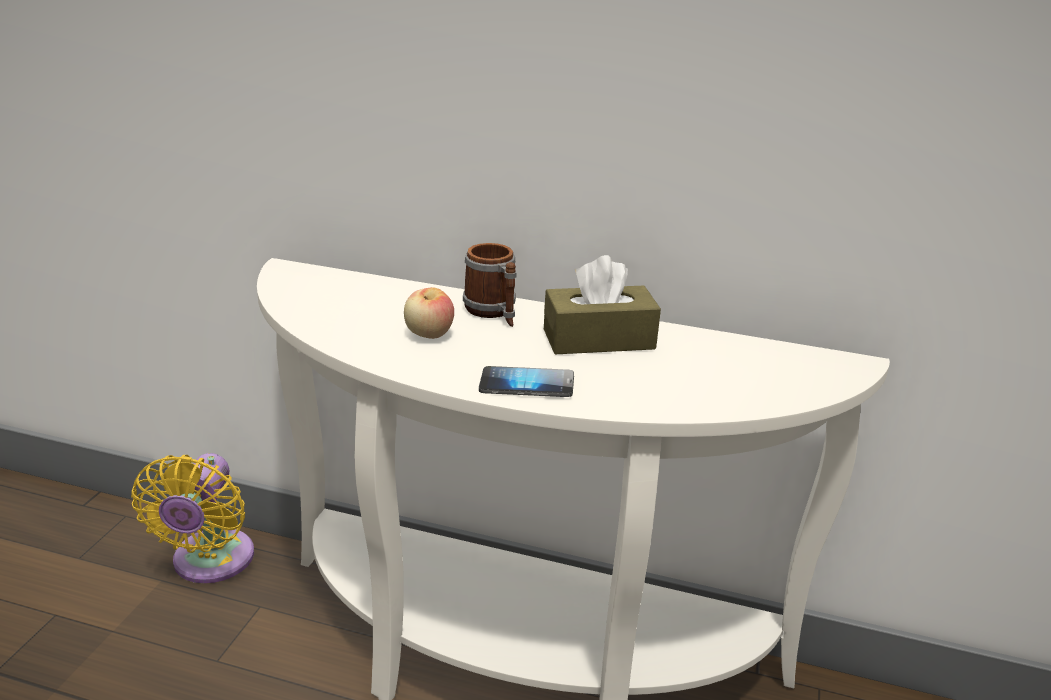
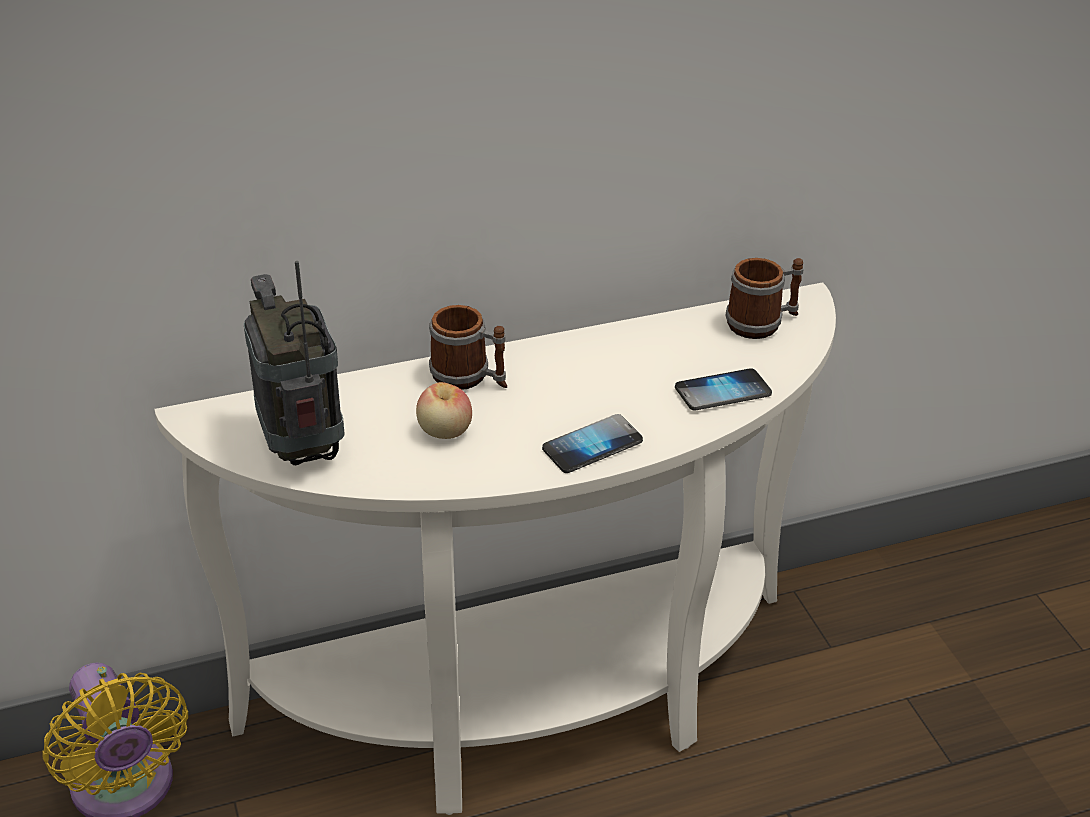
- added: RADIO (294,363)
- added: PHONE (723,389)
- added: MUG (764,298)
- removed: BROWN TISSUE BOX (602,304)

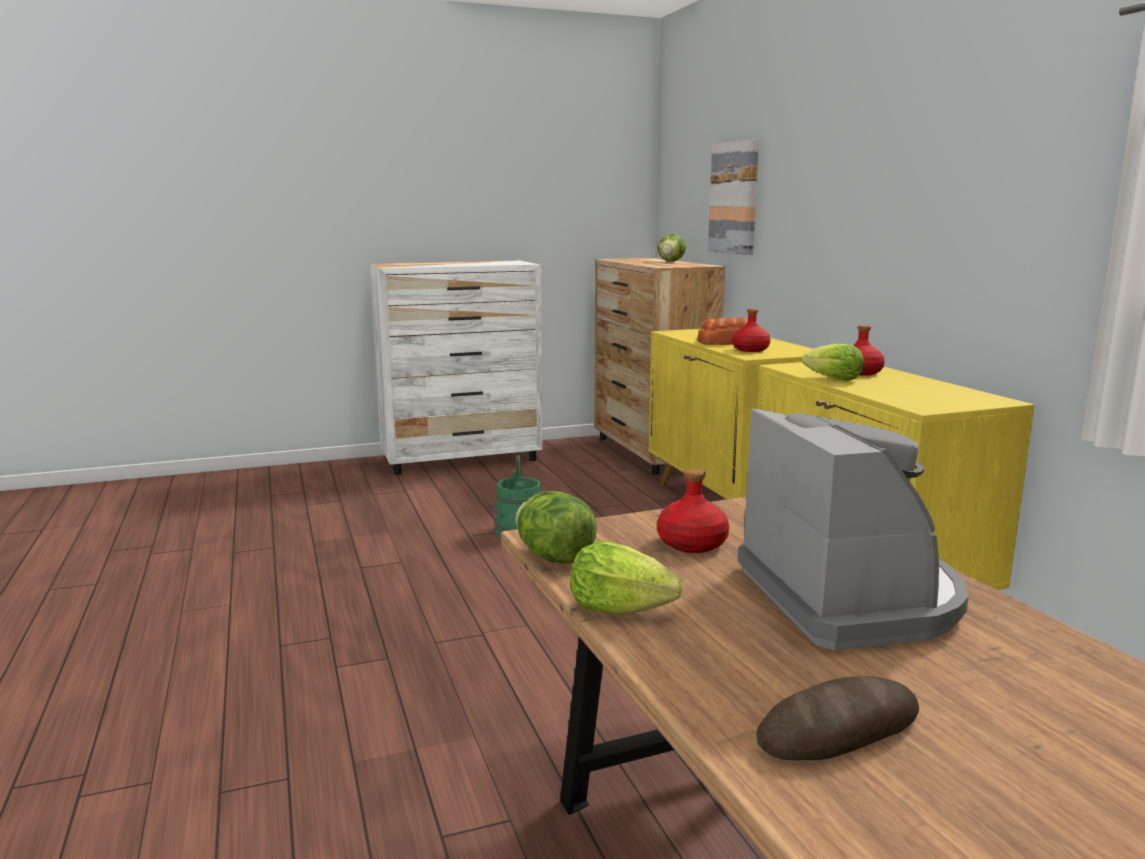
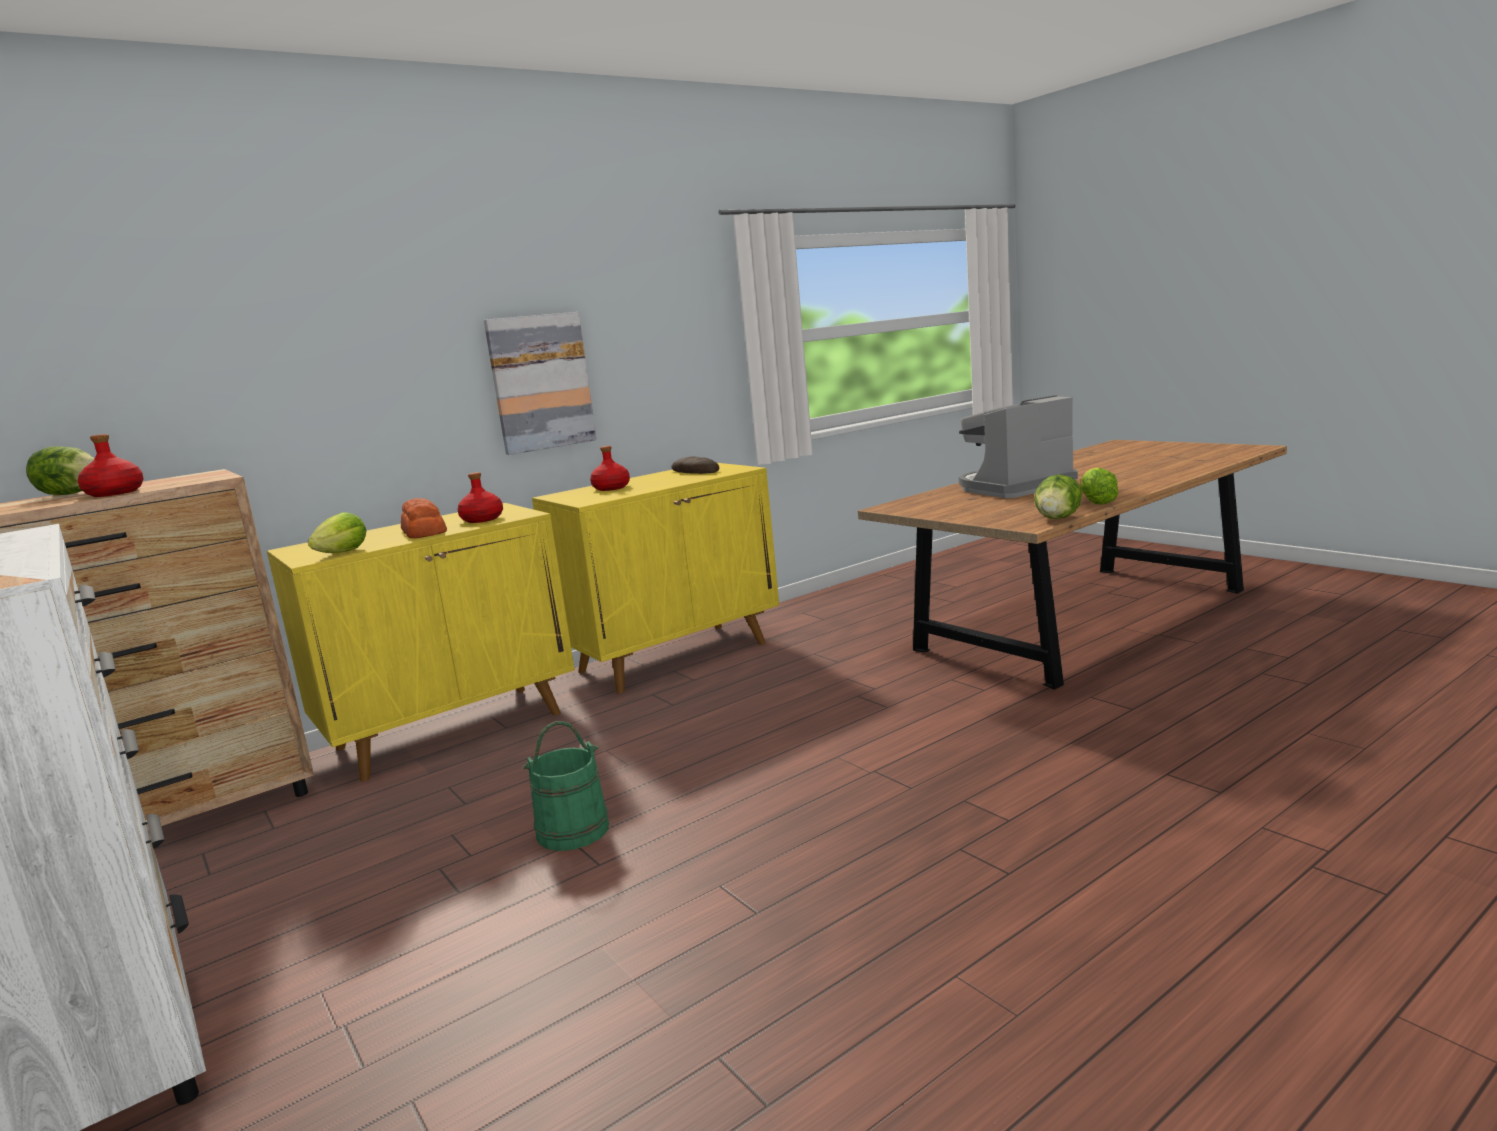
- moved: RED BOTTLE (693,510) to (111,465)
- moved: LETTUCE (833,362) to (337,532)
- moved: PICTURE (733,197) to (540,383)
- moved: BREAD (837,718) to (695,465)

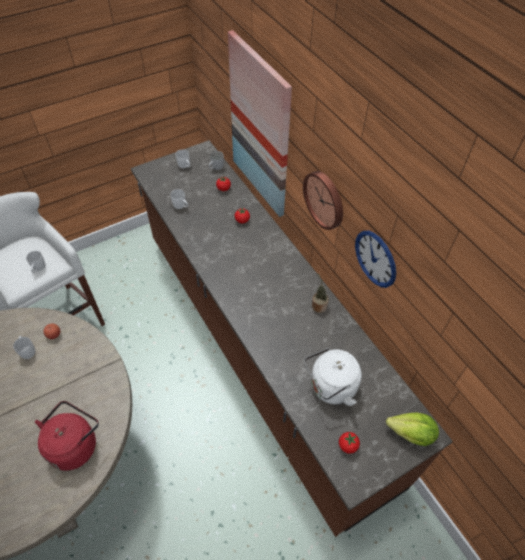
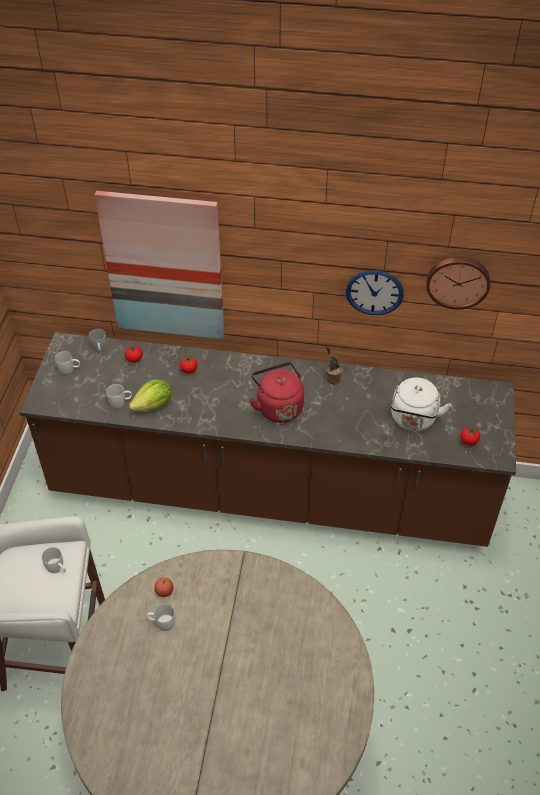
- moved: LETTUCE (412,429) to (150,395)
- moved: RED KETTLE (67,436) to (276,392)
- moved: WALL CLOCK (323,200) to (458,283)

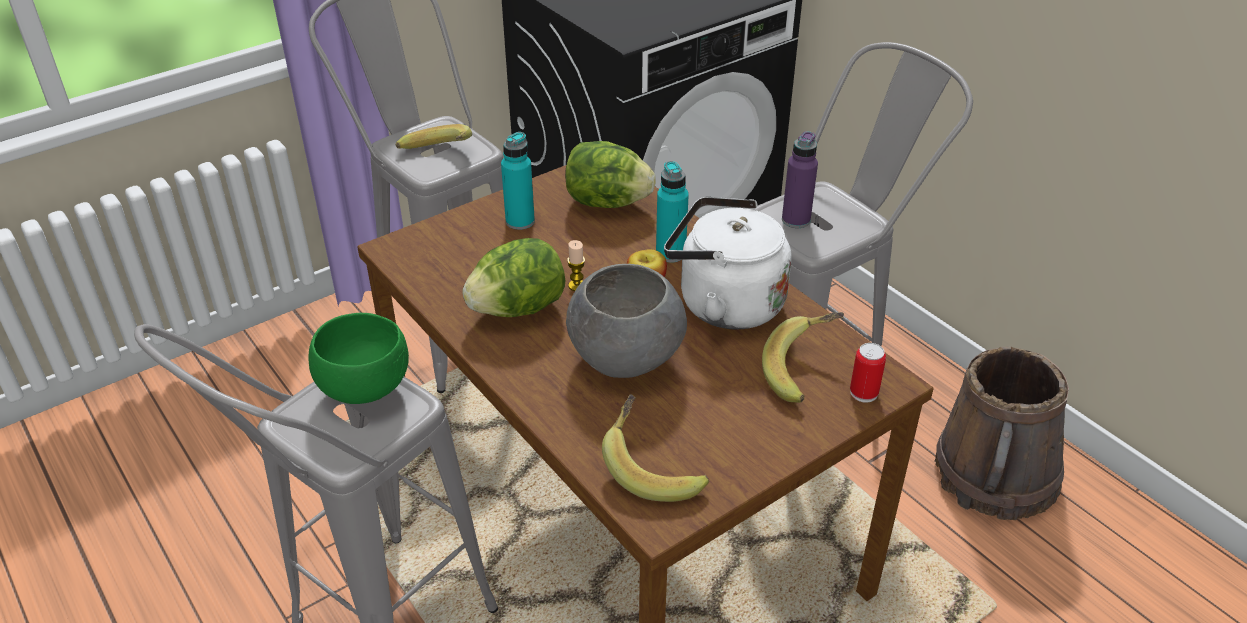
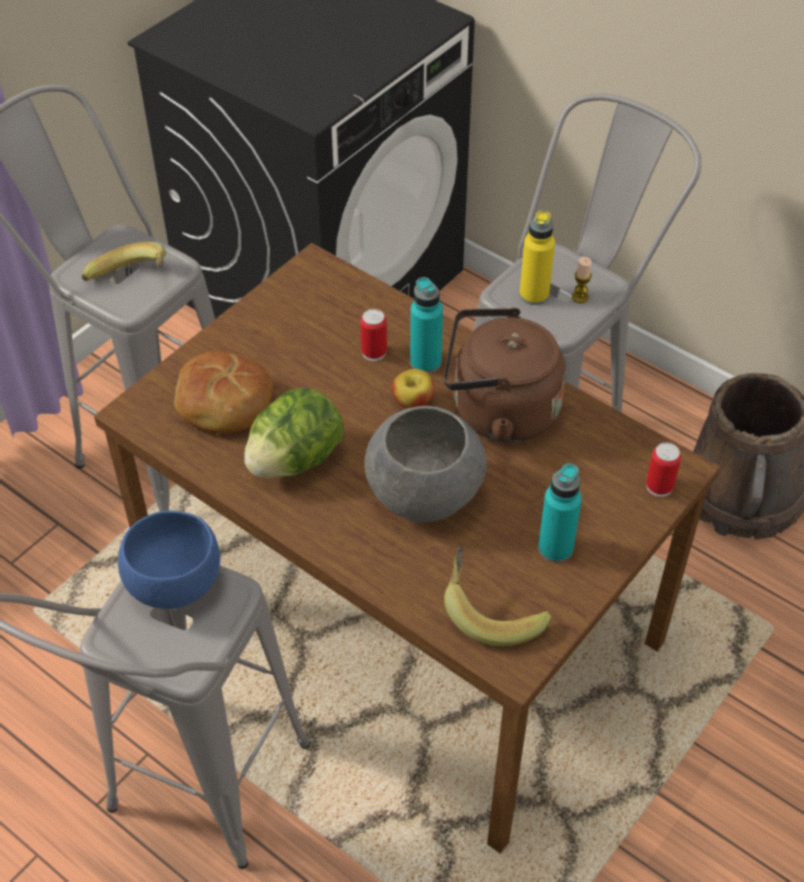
- recoloured: GREEN BOWL (358,358) to BLUE BOWL (169,559)
- added: BREAD (223,392)
- added: CAN (373,335)
- recoloured: WHITE KETTLE (728,263) to BROWN KETTLE (504,375)
- recoloured: PURPLE BOTTLE (800,179) to YELLOW BOTTLE (537,257)
- moved: TURQUOISE BOTTLE (518,181) to (560,512)
- moved: CANDLE (576,265) to (582,280)
- removed: LETTUCE (610,174)
- removed: BANANA (803,357)

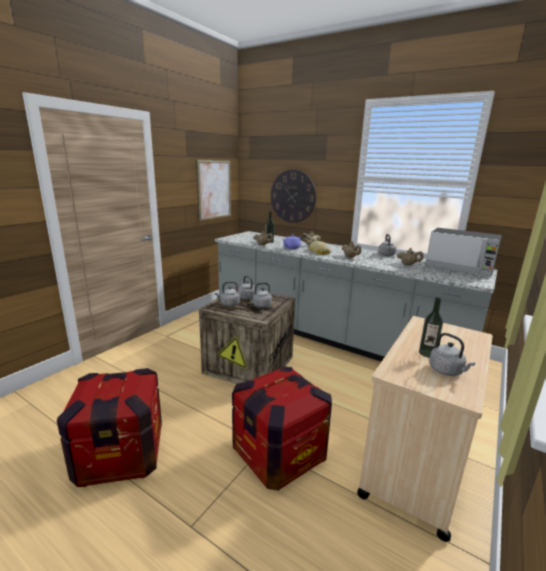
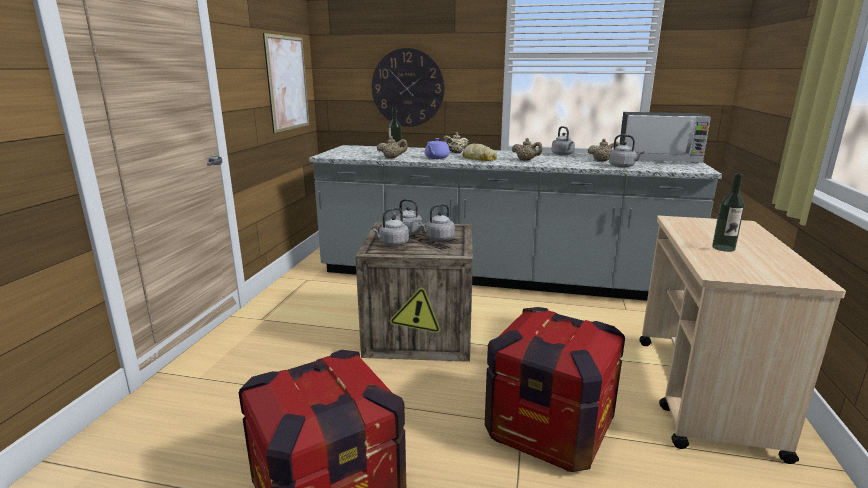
- moved: GREY KETTLE (452,354) to (626,151)

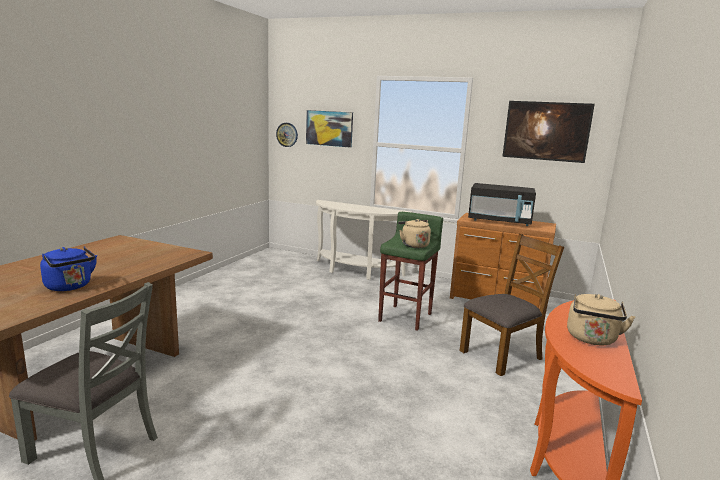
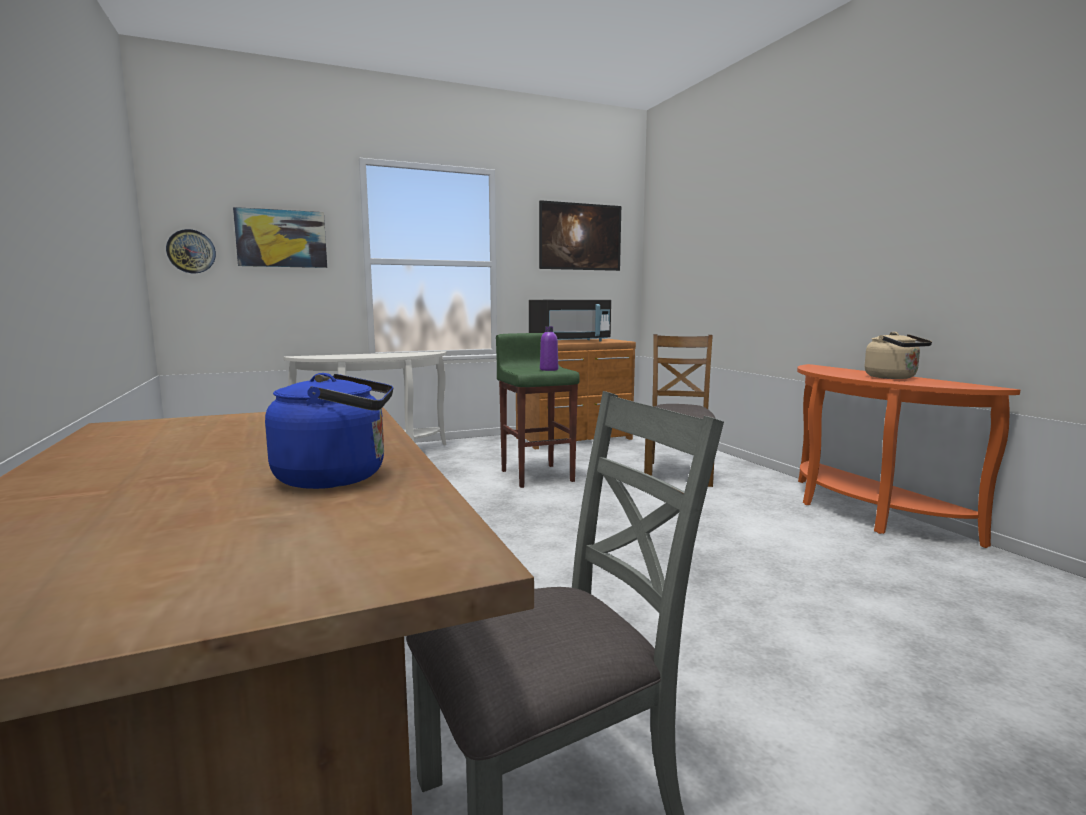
- replaced: BEIGE KETTLE (414,233) to PURPLE BOTTLE (549,348)

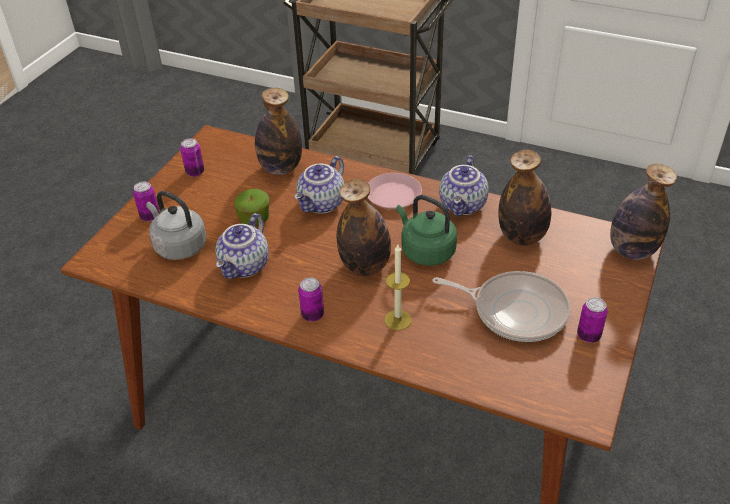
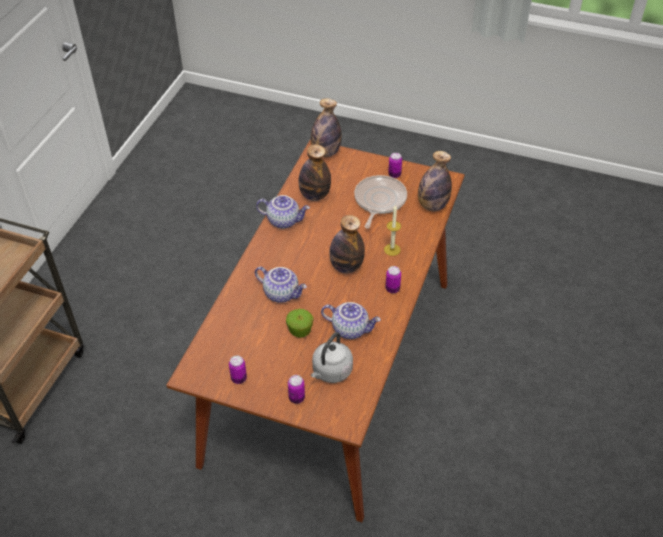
- moved: BOTTLE (278,131) to (435,181)
- removed: PINK PLATE (394,191)
- removed: GREEN KETTLE (426,230)

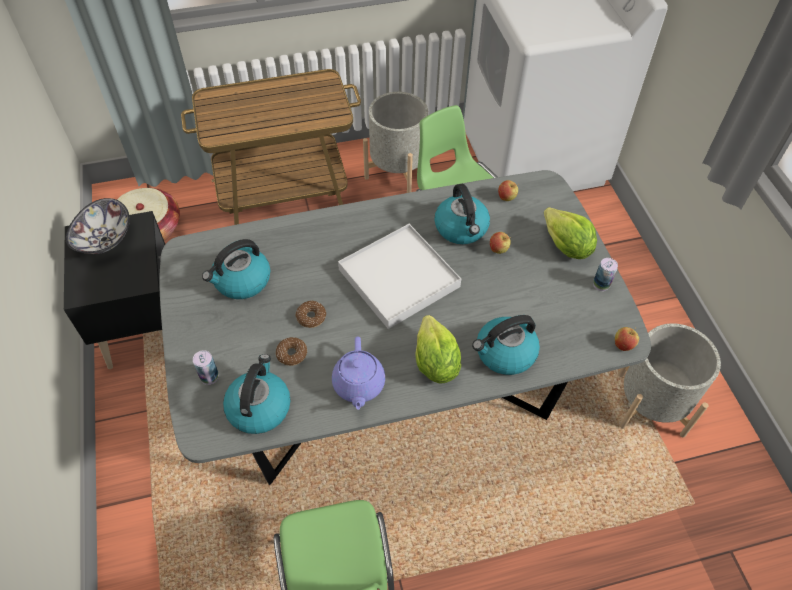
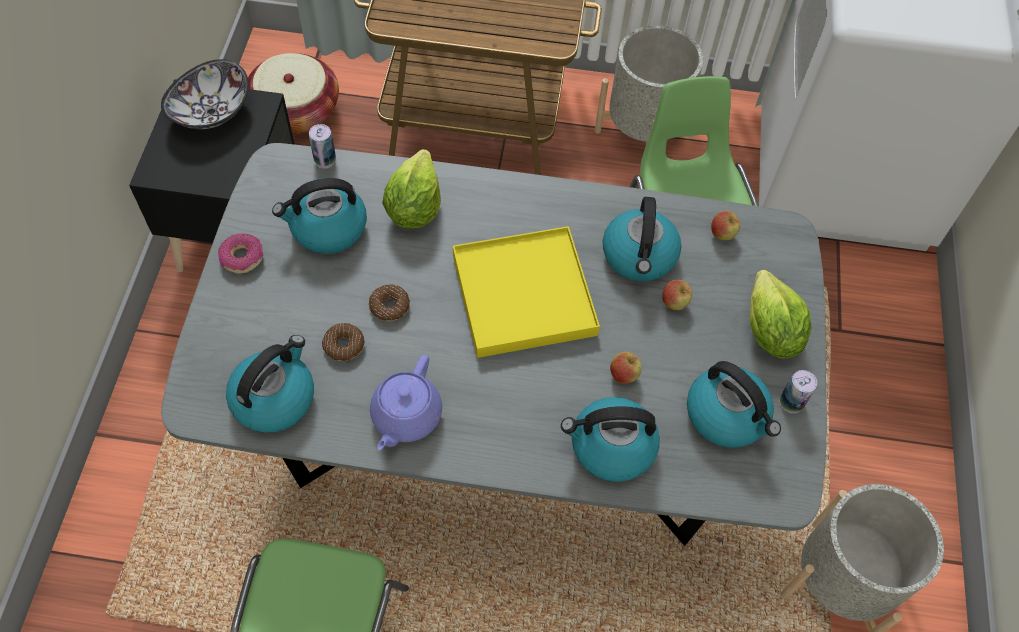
- added: DONUT (240,254)
- moved: CAN (206,367) to (322,146)
- moved: LETTUCE (438,349) to (411,189)
- recoloured: WHITE TRAY (399,276) to YELLOW TRAY (526,292)
- moved: APPLE (627,339) to (626,368)
- added: KETTLE (734,404)

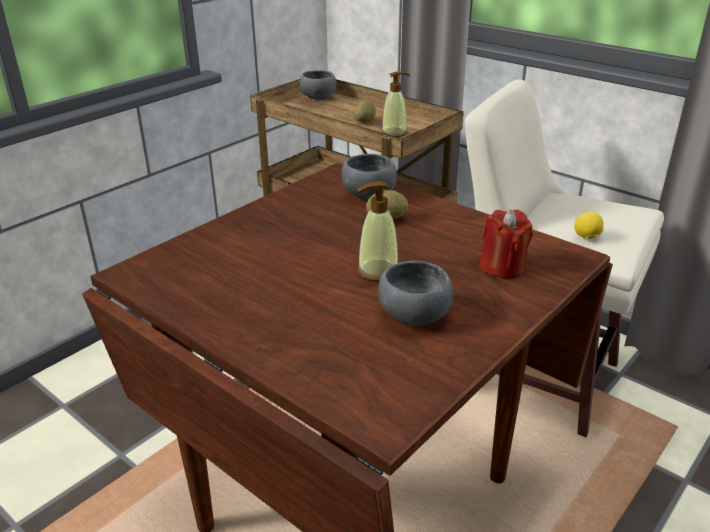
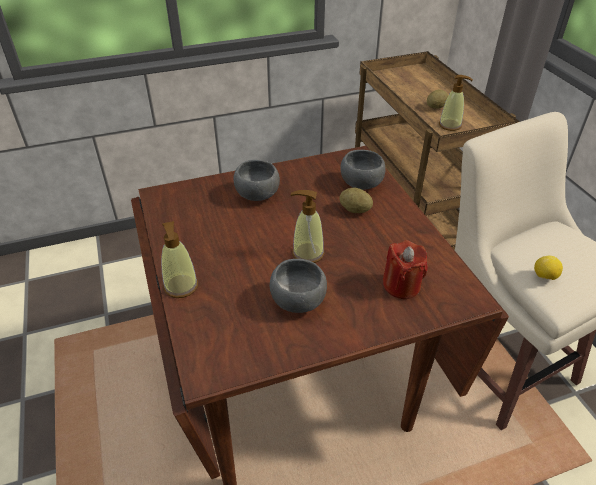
- added: SOAP DISPENSER (179,259)
- moved: GREY BOWL (318,85) to (256,180)

